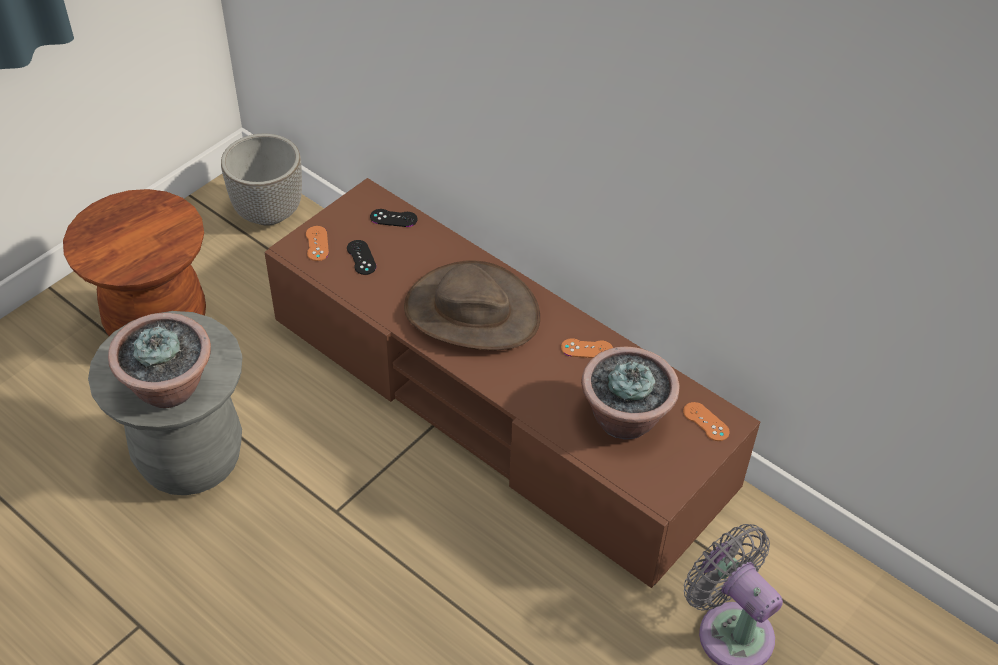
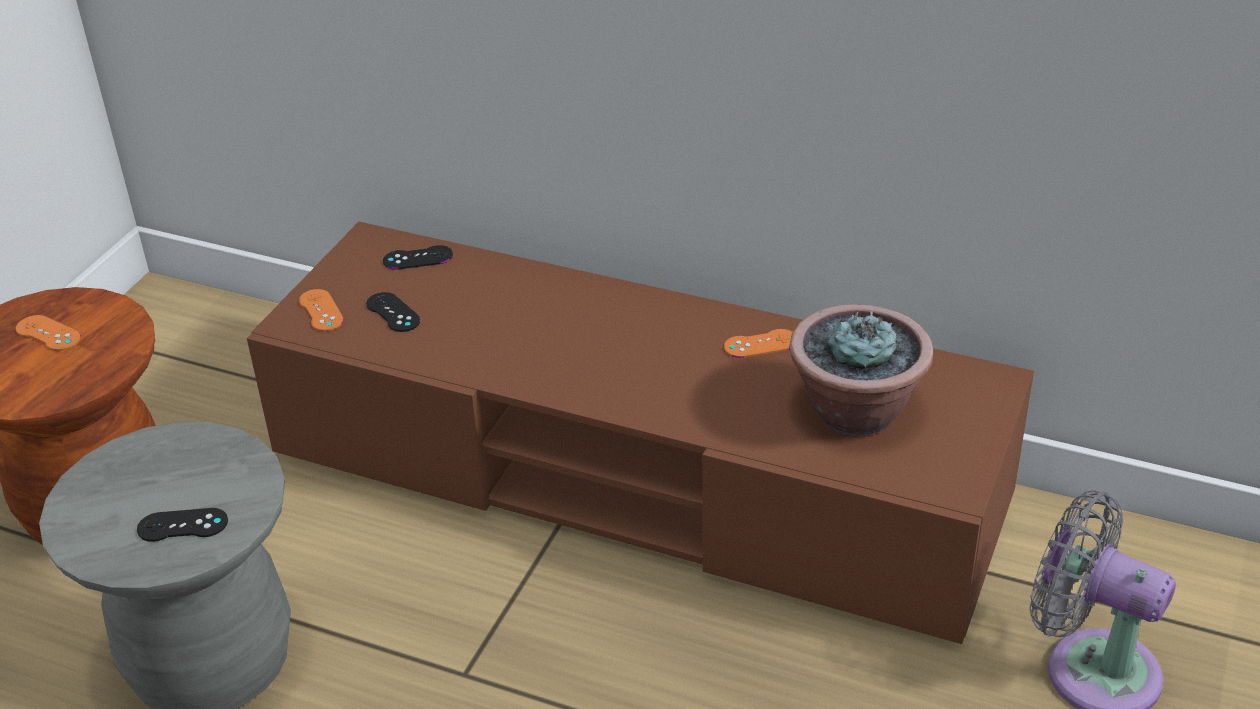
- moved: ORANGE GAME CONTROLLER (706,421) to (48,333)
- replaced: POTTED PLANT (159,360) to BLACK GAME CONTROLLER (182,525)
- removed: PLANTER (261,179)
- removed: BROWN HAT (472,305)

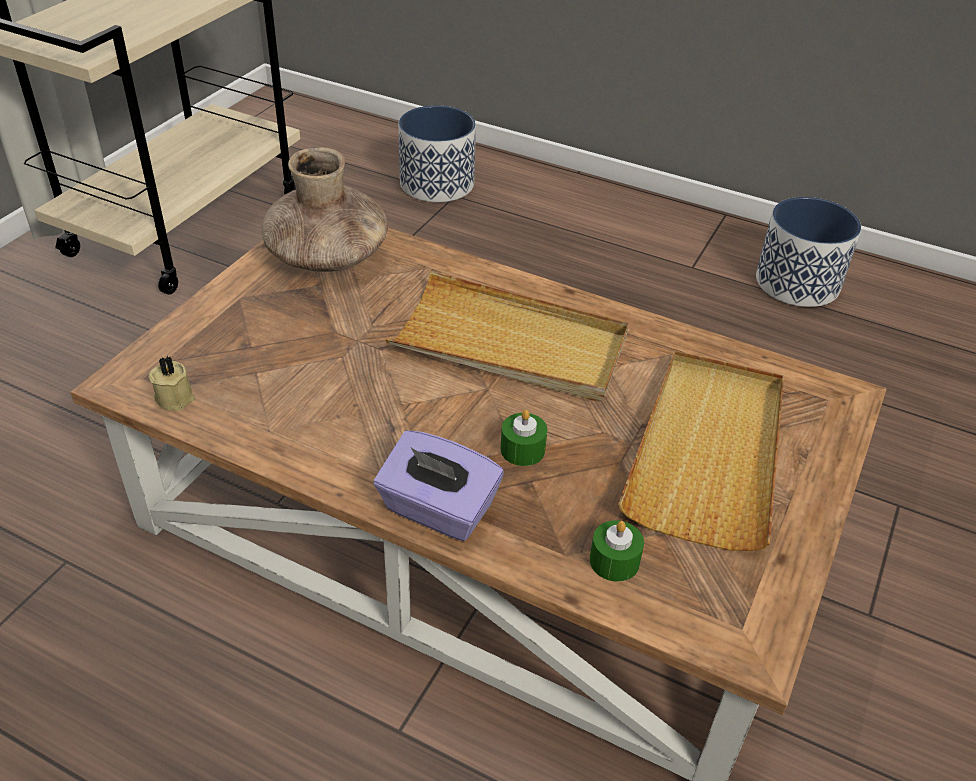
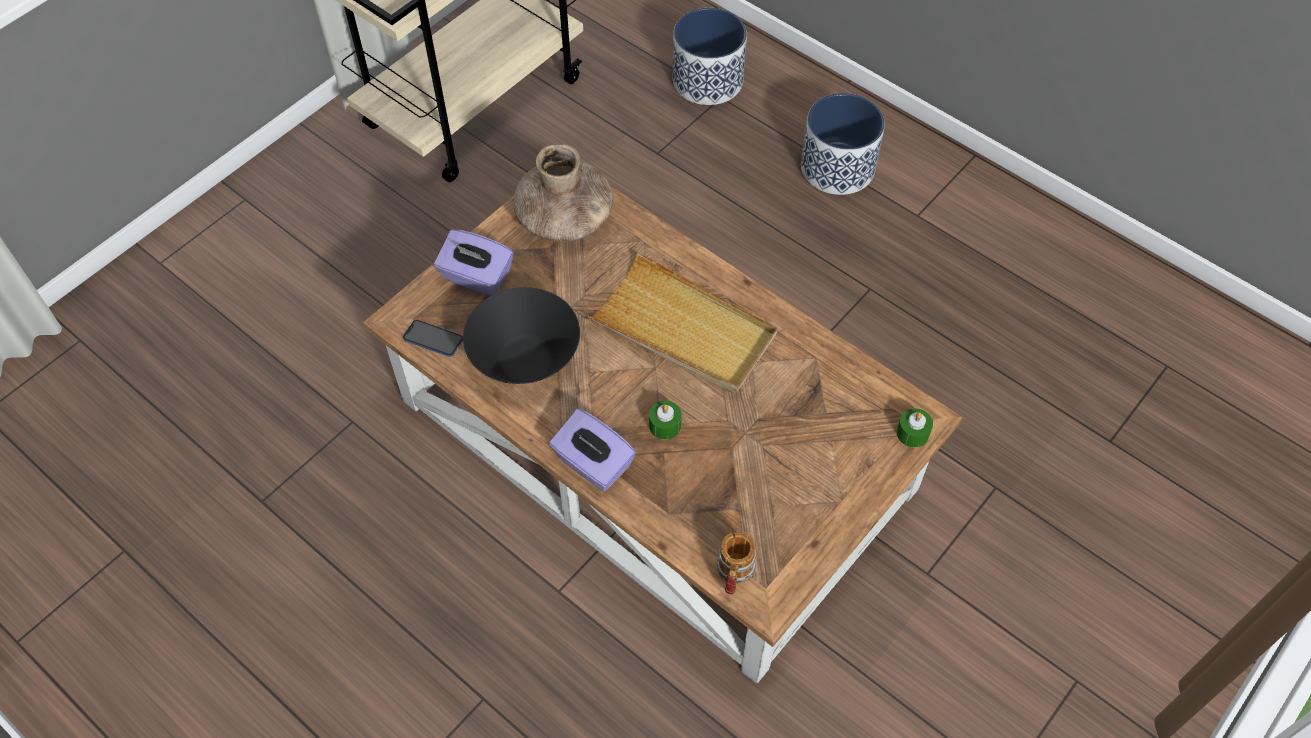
- replaced: BEIGE CANDLE (171,383) to PHONE (433,338)
- added: PURPLE TISSUE BOX (473,262)
- added: BLACK BOWL (521,335)
- added: MUG (736,563)
- moved: PLANTER (808,252) to (843,144)
- moved: GREEN CANDLE (617,551) to (915,428)
- removed: BEIGE TRAY (701,451)

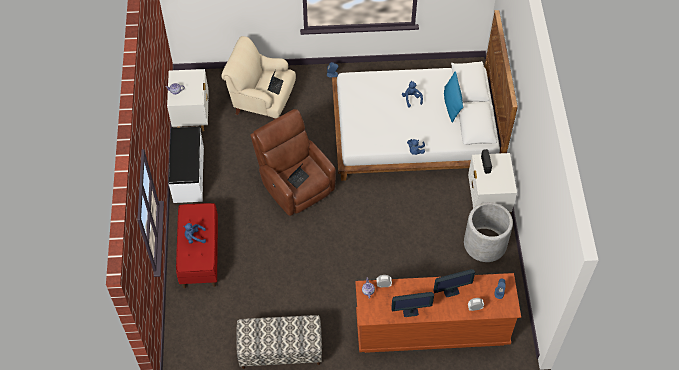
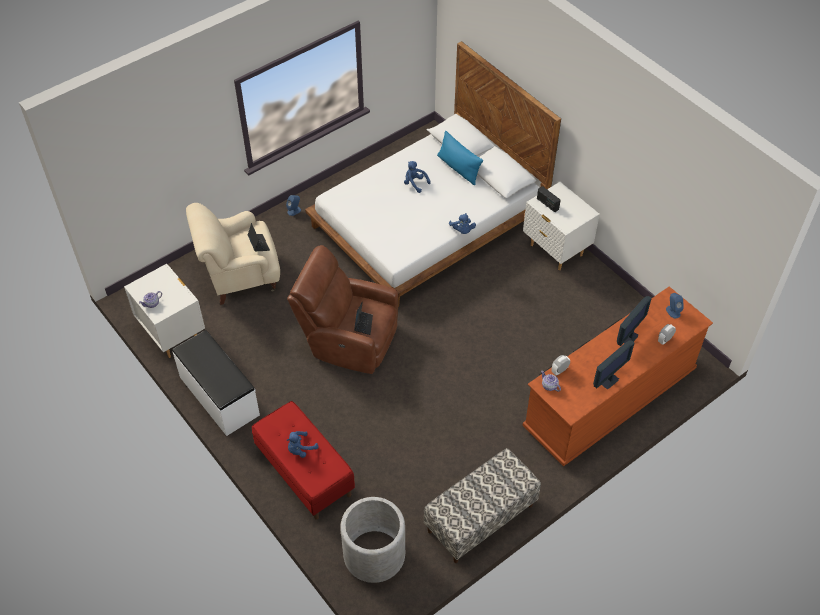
- moved: GREY PLANTER (488,232) to (372,540)

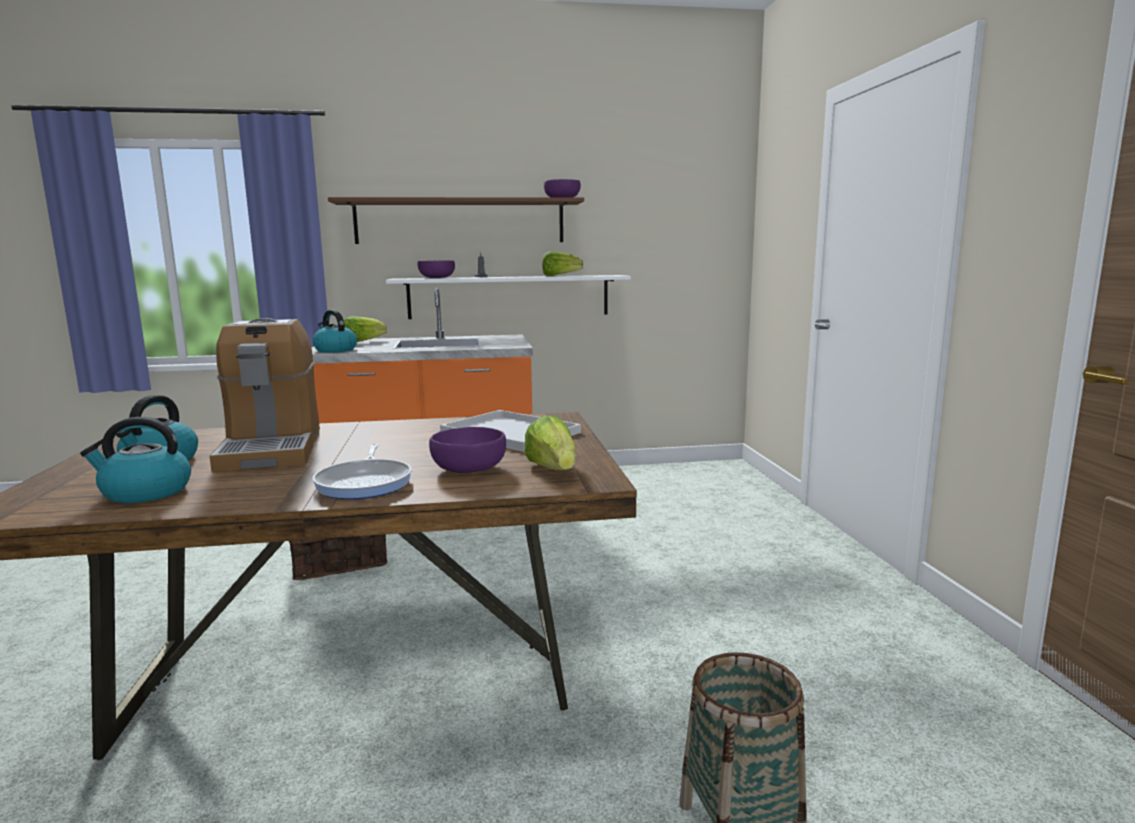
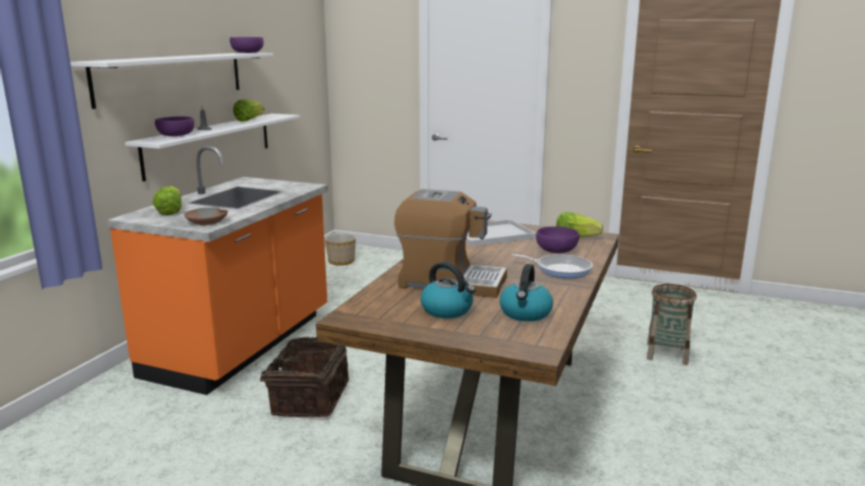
- recoloured: BROWN SHELF (456,220) to WHITE SHELF (172,81)
- replaced: KETTLE (334,331) to BROWN BOWL (206,216)
- added: PLANTER (340,249)

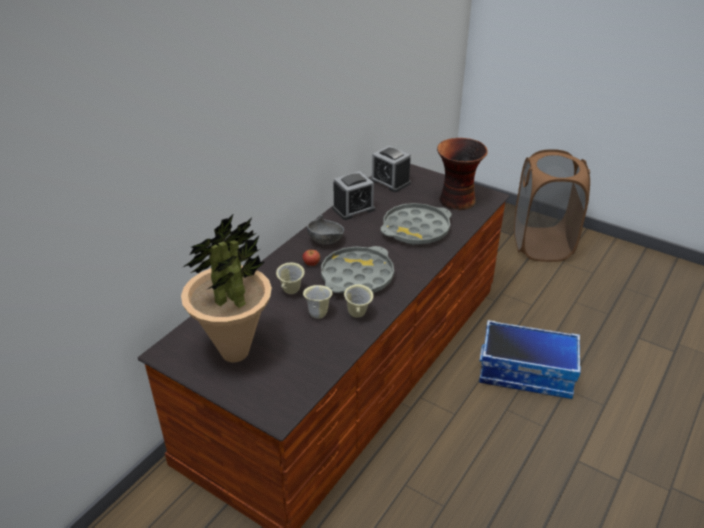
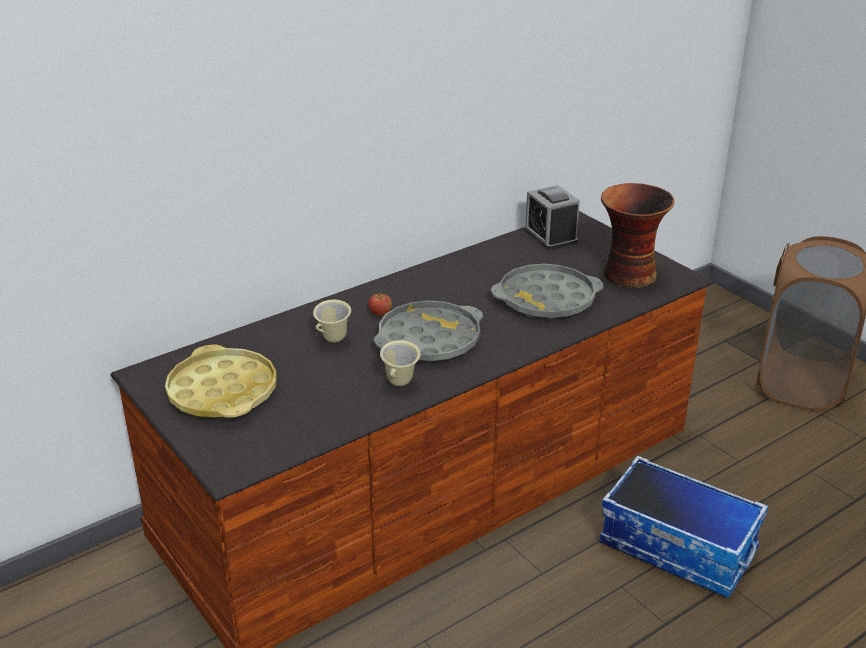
- replaced: POTTED PLANT (226,287) to YELLOW TRAY (221,381)
- removed: BEIGE MUG (318,302)
- removed: GREY BOWL (325,230)
- removed: ALARM CLOCK (353,195)

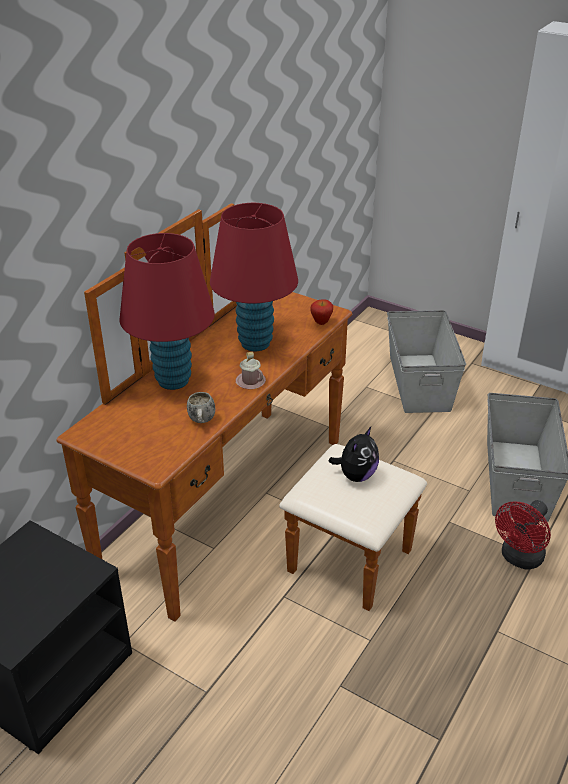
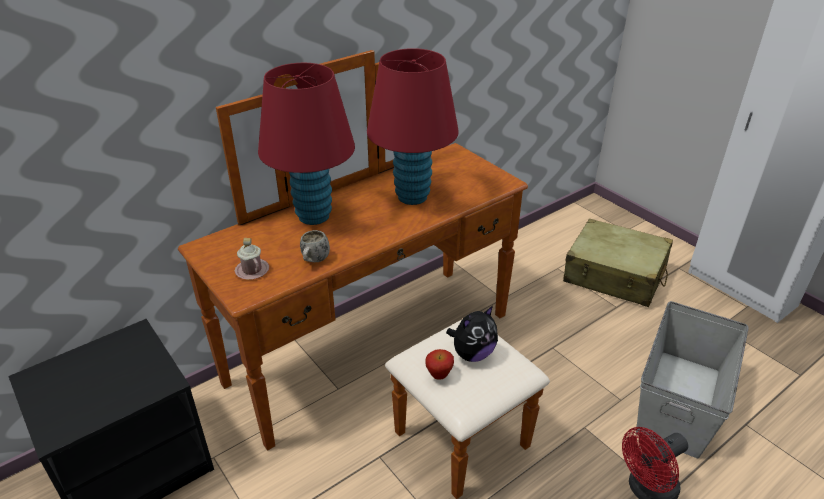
- moved: PINK MUG (250,370) to (252,259)
- moved: APPLE (321,312) to (439,364)
- replaced: GREY STORAGE BOX (426,361) to BEIGE SUITCASE (618,263)

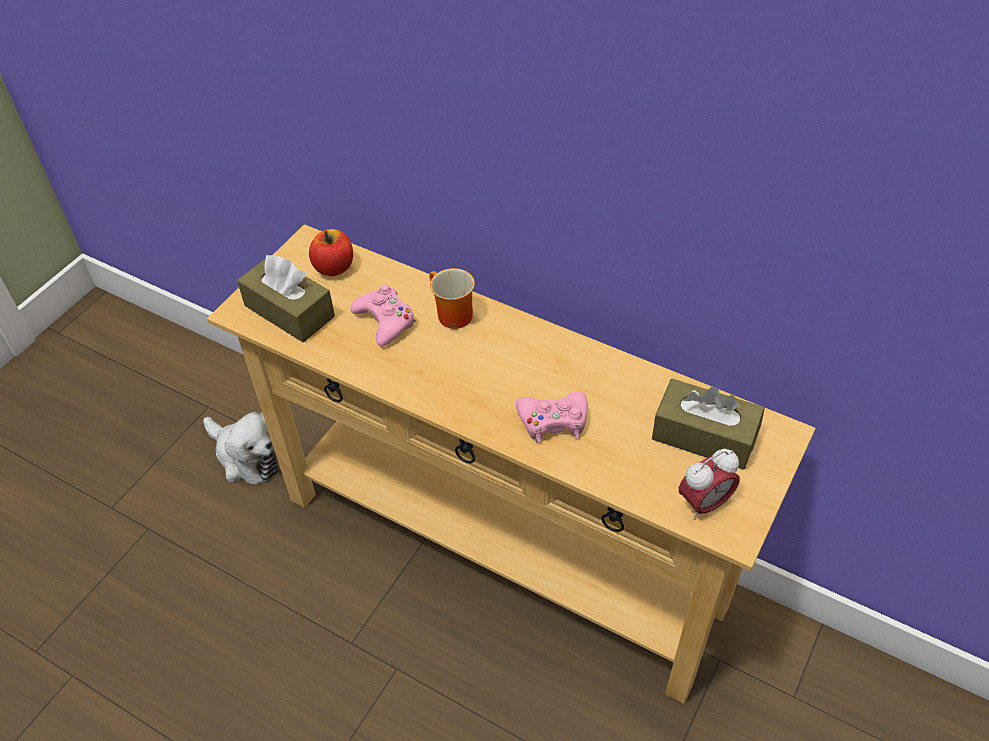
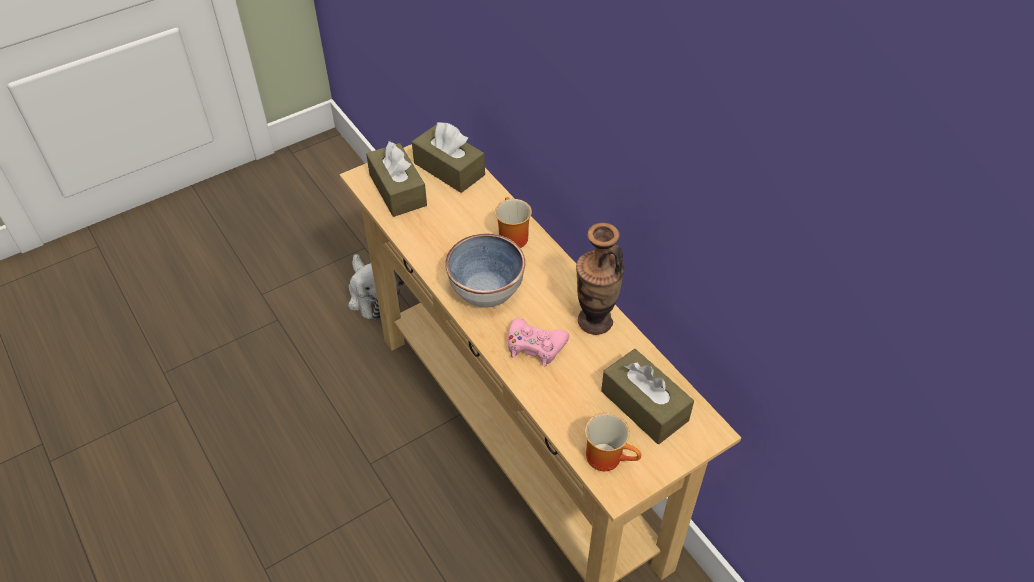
- replaced: APPLE (331,252) to BROWN TISSUE BOX (448,157)
- added: BOWL (485,270)
- added: VASE (600,279)
- replaced: ALARM CLOCK (709,484) to MUG (613,442)
- removed: PINK GAME CONTROLLER (383,315)

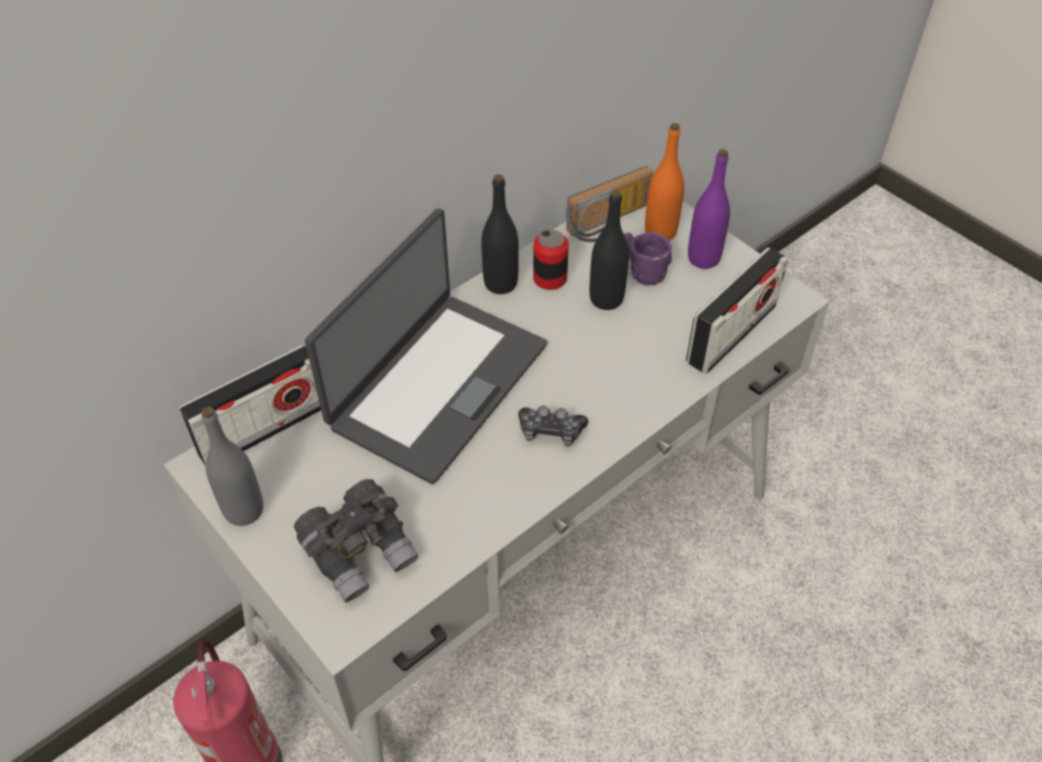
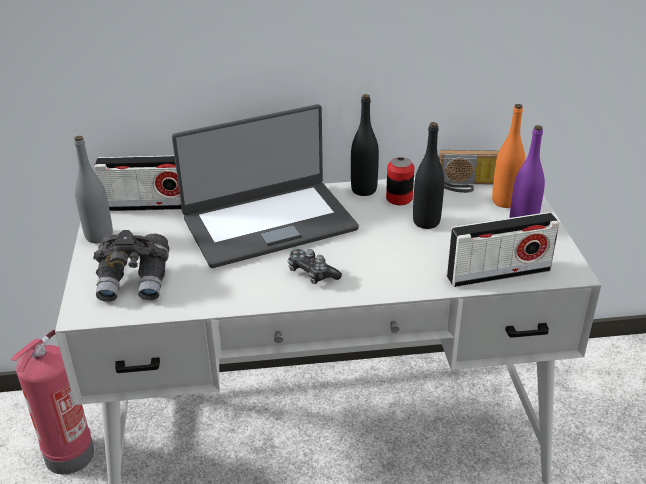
- removed: PURPLE MUG (648,258)

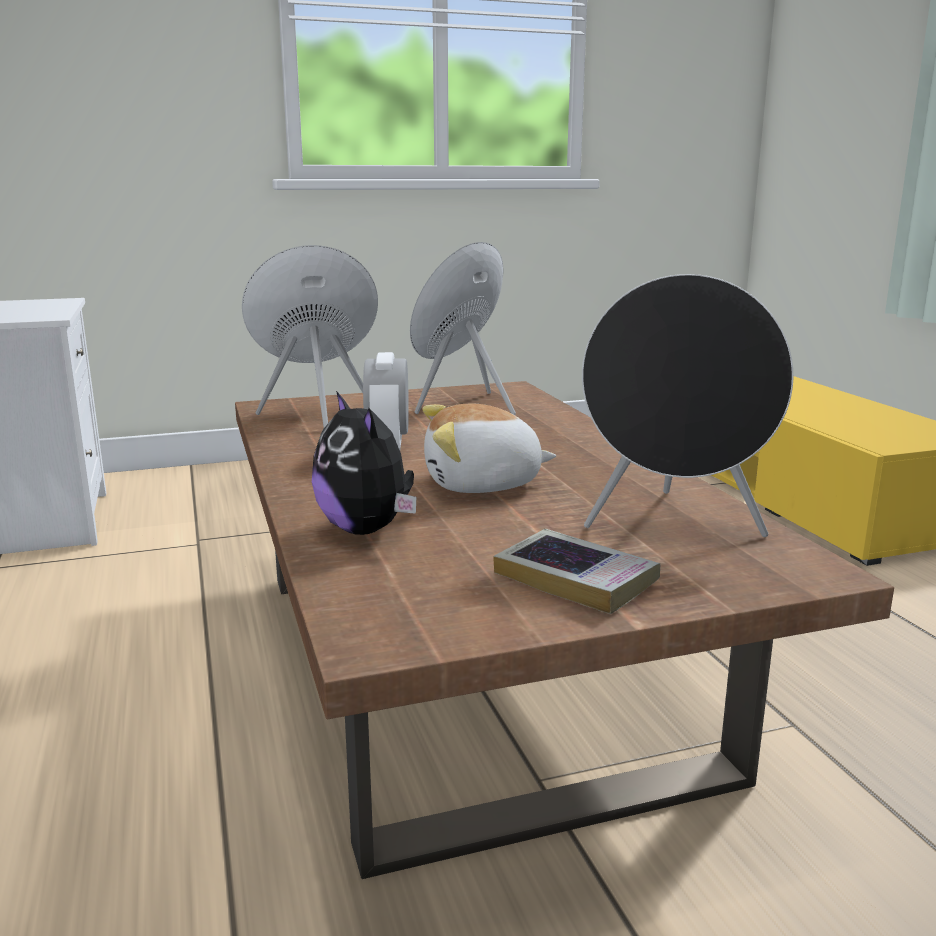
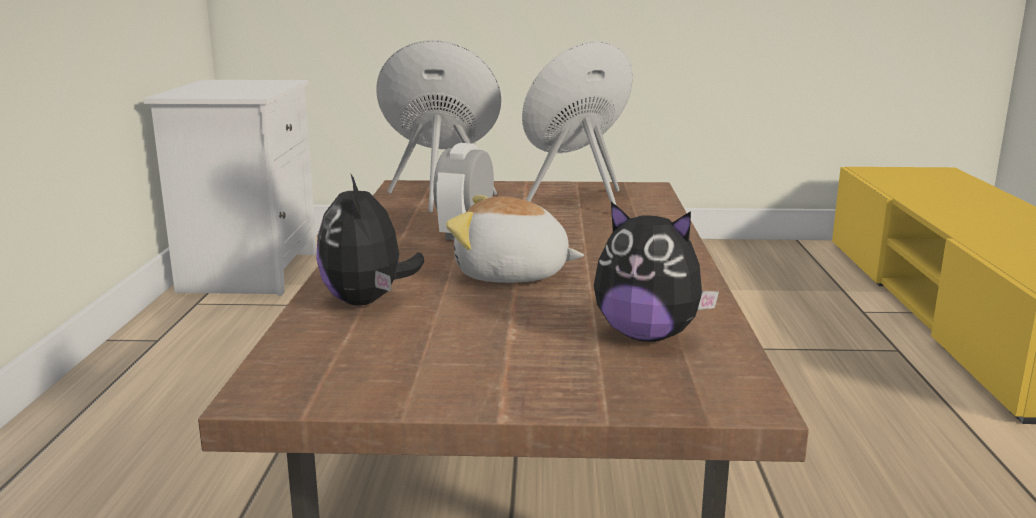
- replaced: BLACK SPEAKER (687,405) to PLUSH TOY (656,272)
- removed: BOOK (576,571)

